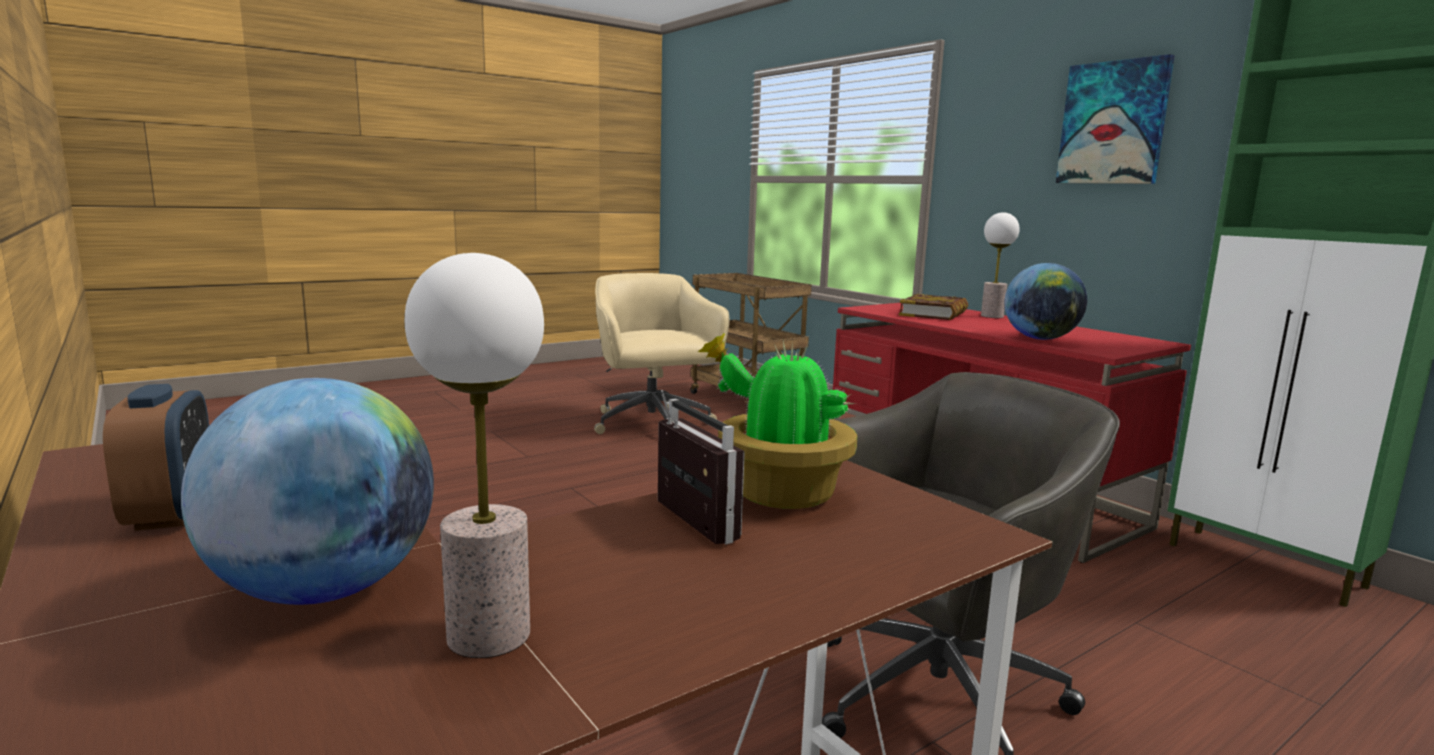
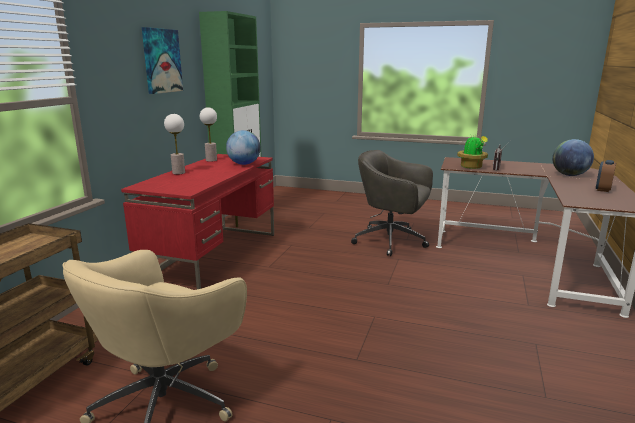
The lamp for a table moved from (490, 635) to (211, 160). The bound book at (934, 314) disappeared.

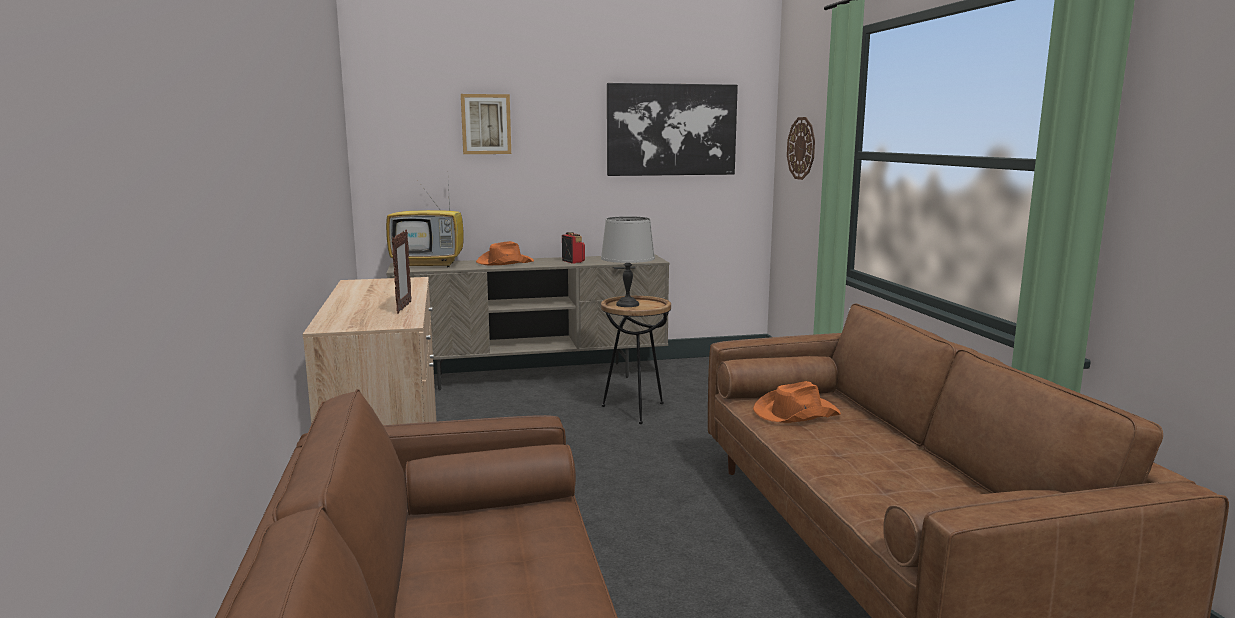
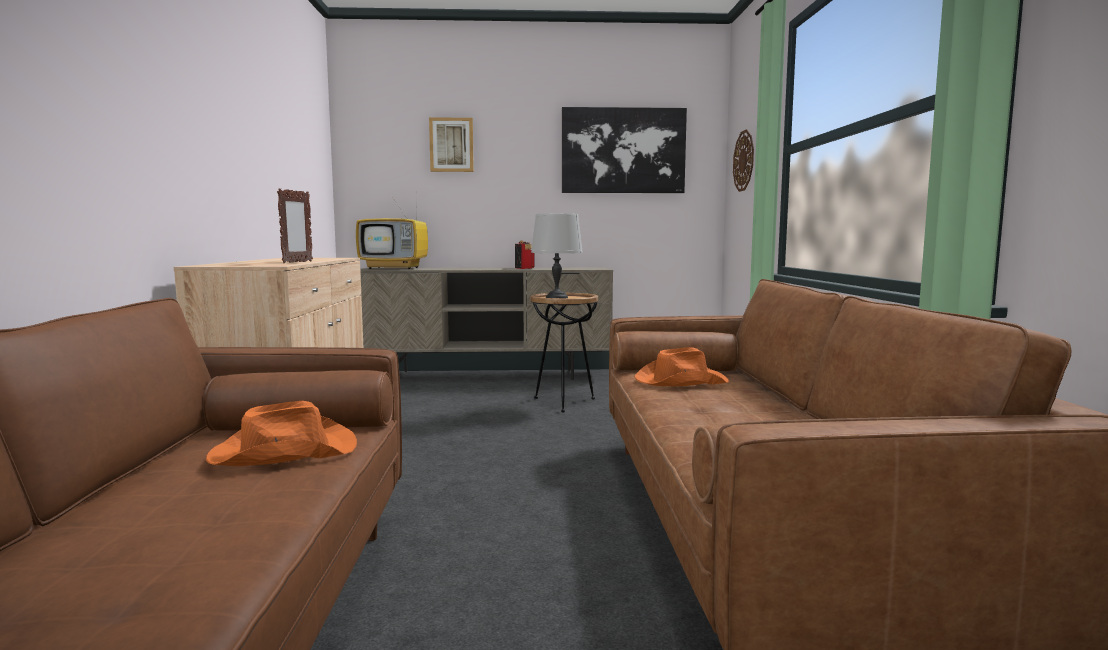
The orange-coloured hat moved from (504, 262) to (283, 452).

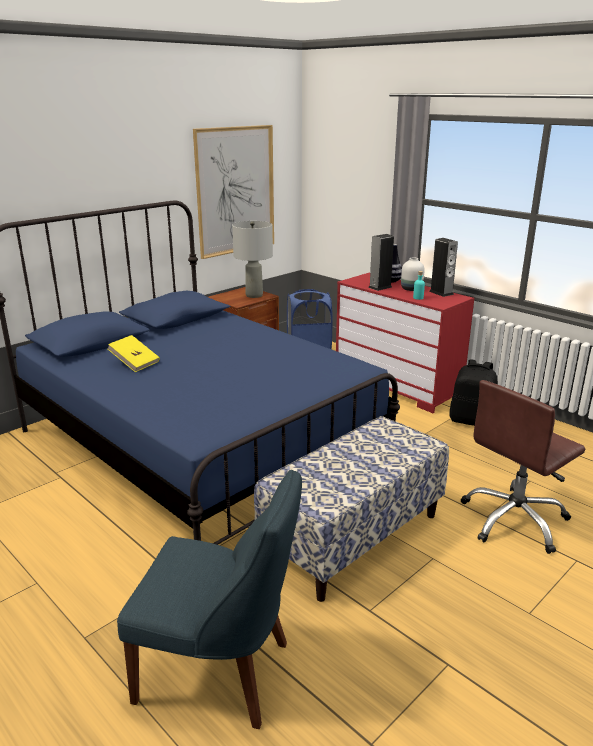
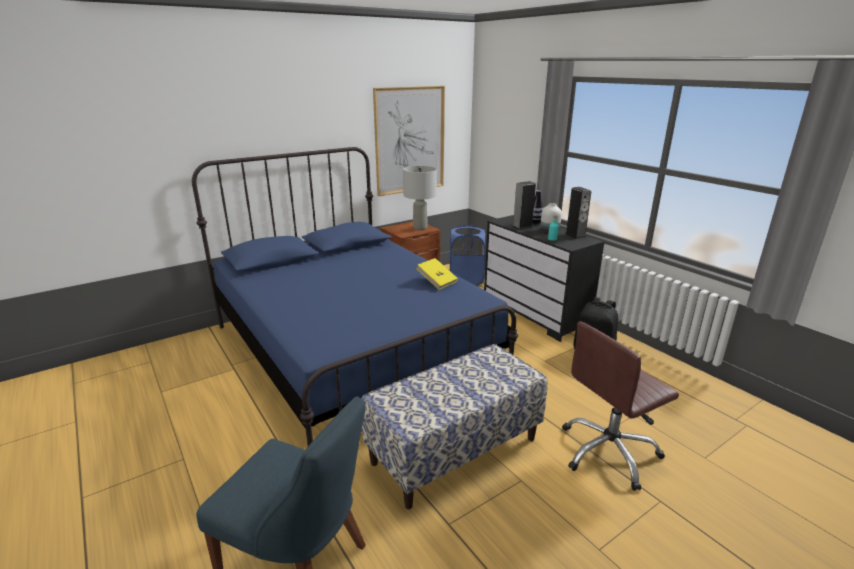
The yellowish bound book moved from (135, 363) to (437, 281). The reddish drawer chest at (397, 385) became the black-coloured drawer chest at (534, 313).

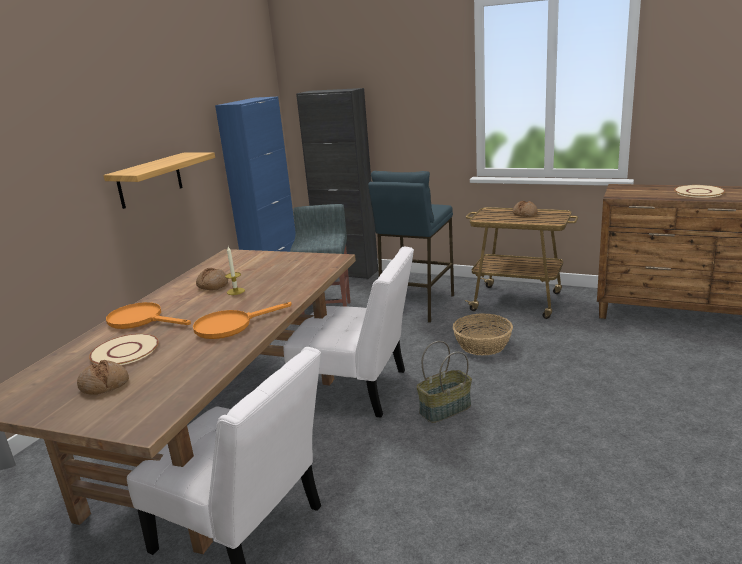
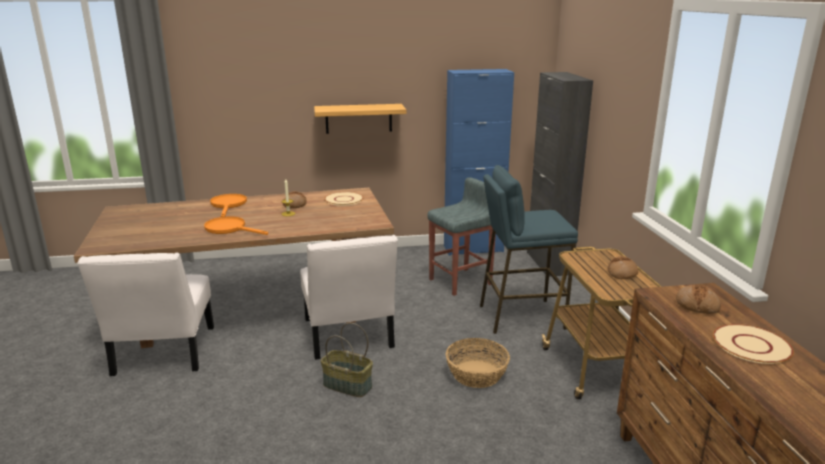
The sand-coloured plate moved from (125, 351) to (344, 199). The bread moved from (104, 384) to (697, 305).

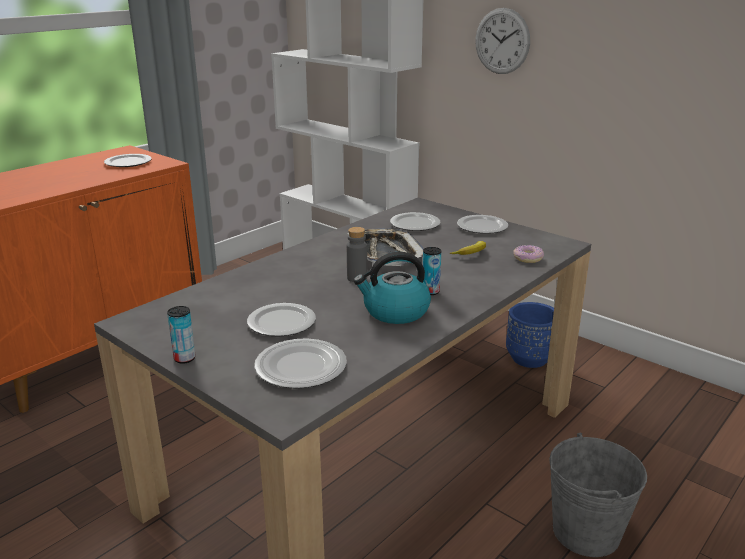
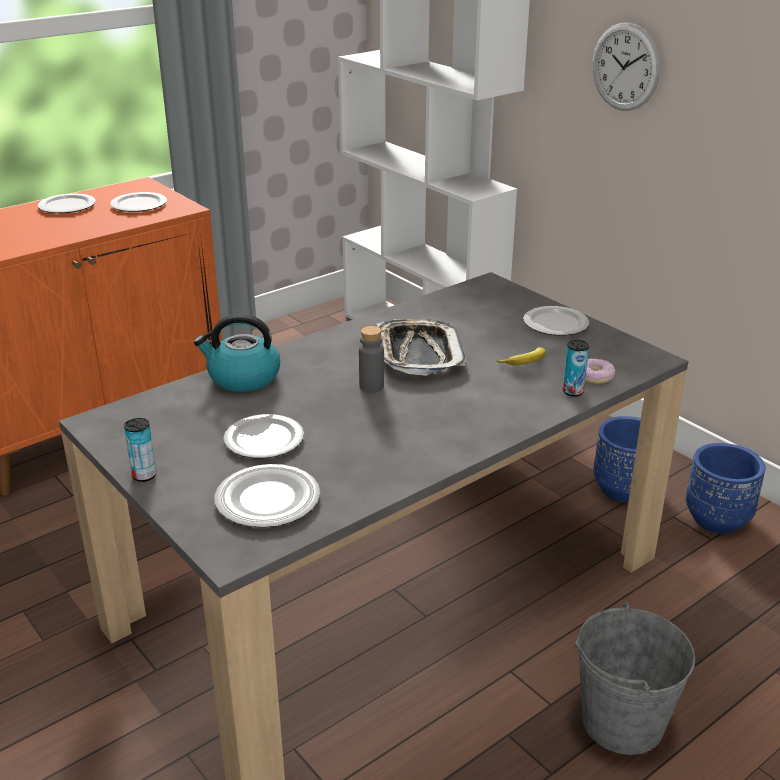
The plate moved from (414, 224) to (66, 206). The water kettle moved from (395, 312) to (242, 378). The sealed can moved from (430, 292) to (573, 392). The bluish flower pot at (717, 519) appeared.

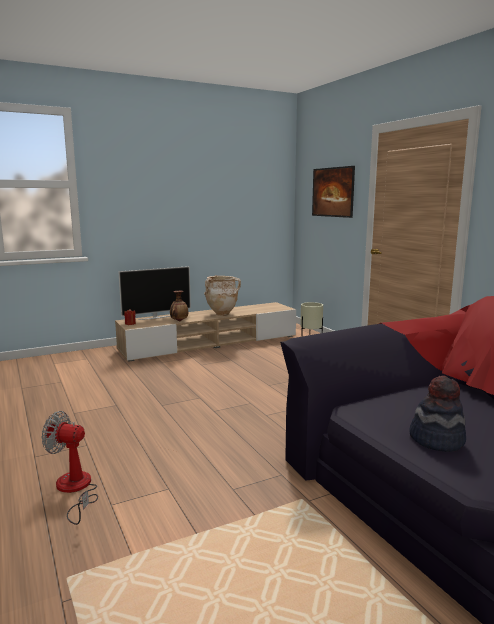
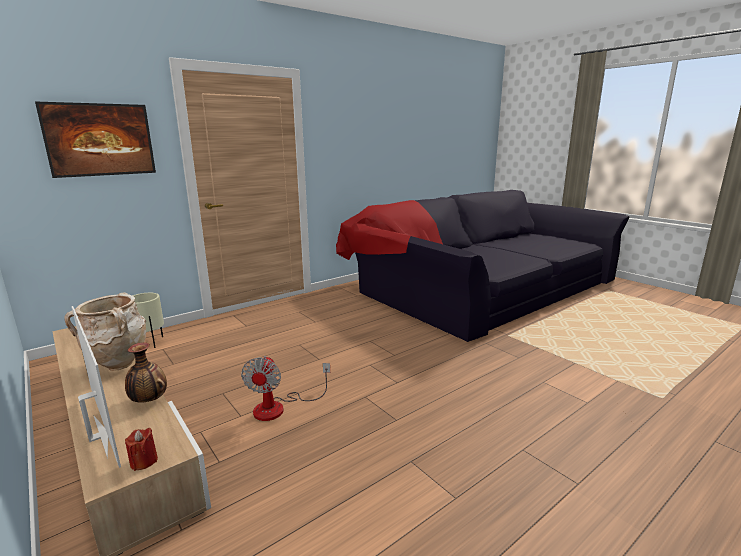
The electric fan moved from (75, 489) to (279, 407). The hat at (436, 440) disappeared.

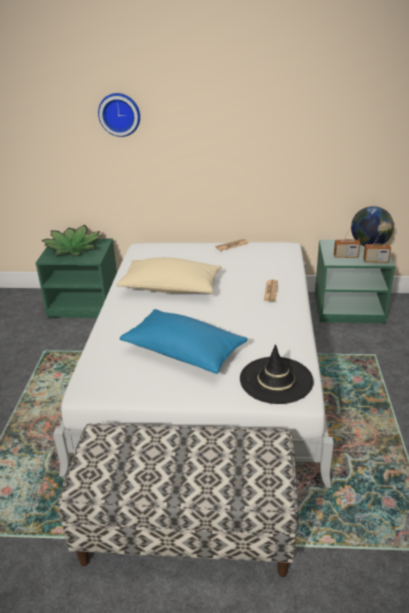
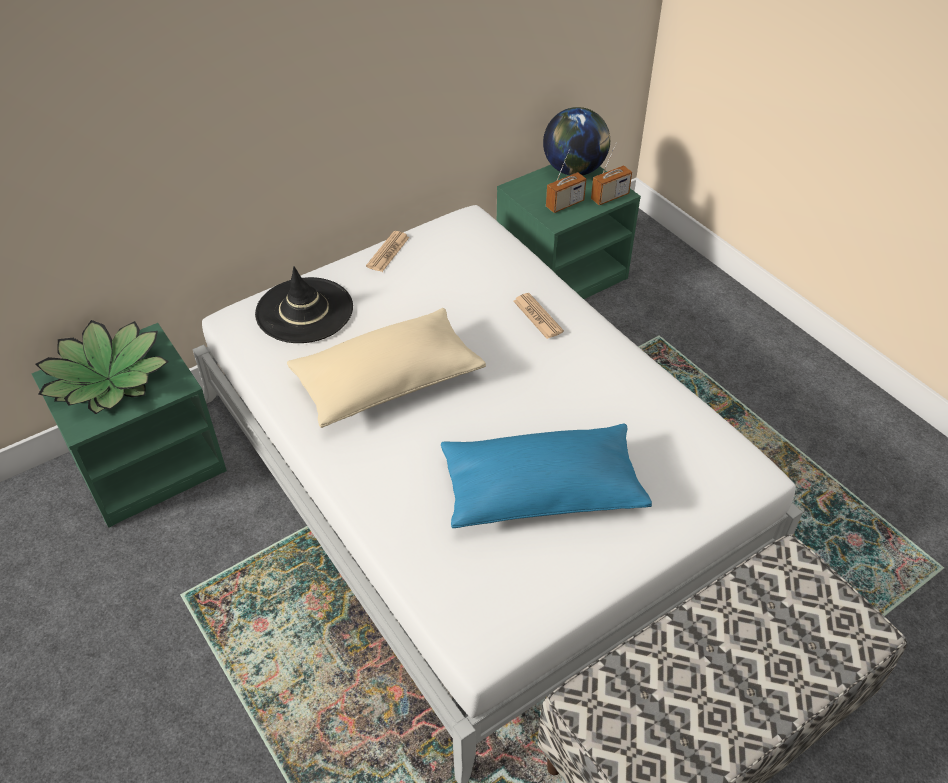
The black-coloured hat moved from (276, 380) to (304, 311). The clock on the wall at (120, 114) disappeared.

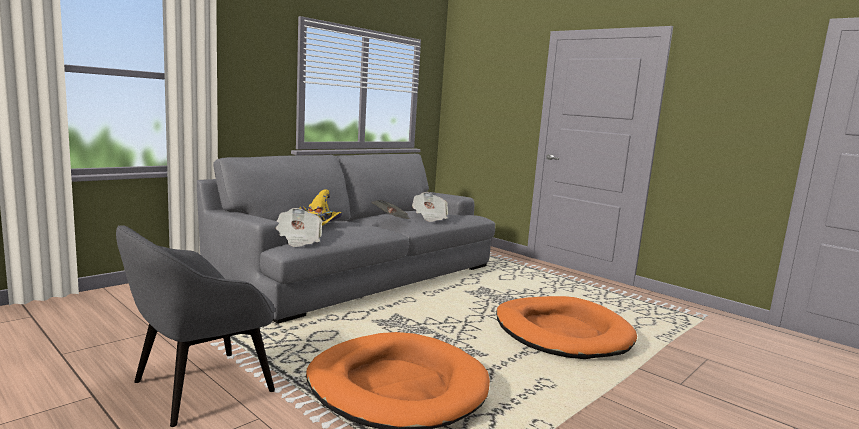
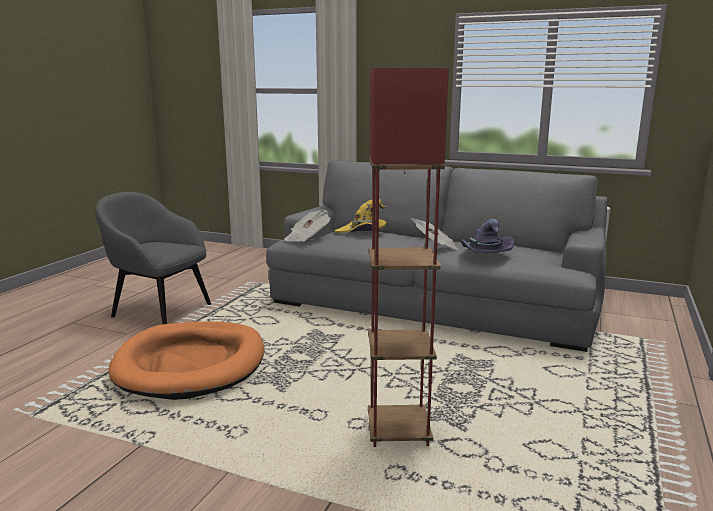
The orange-coloured dog bed at (562, 332) was replaced by the reddish floor lamp at (398, 431). The newspaper at (429, 217) was replaced by the purplish hat at (484, 254).

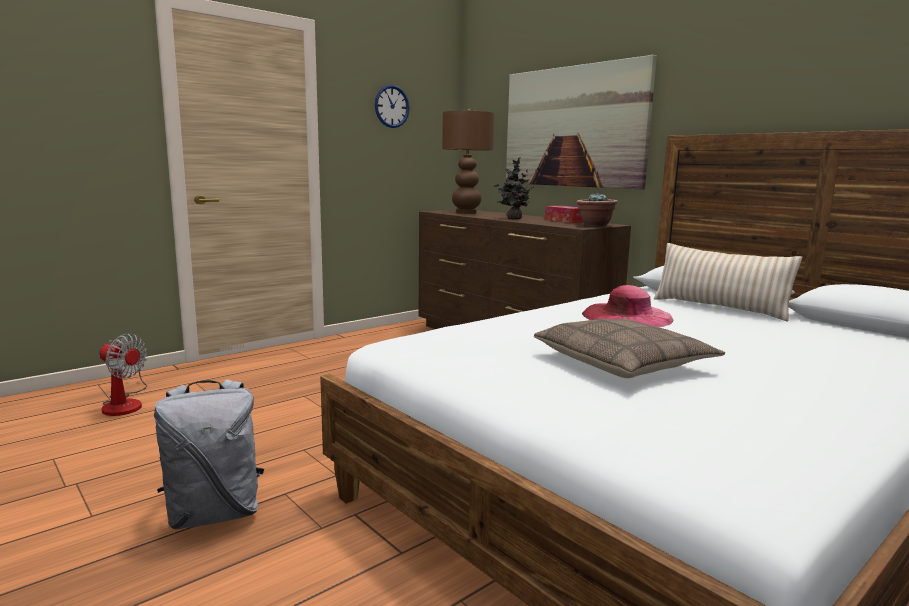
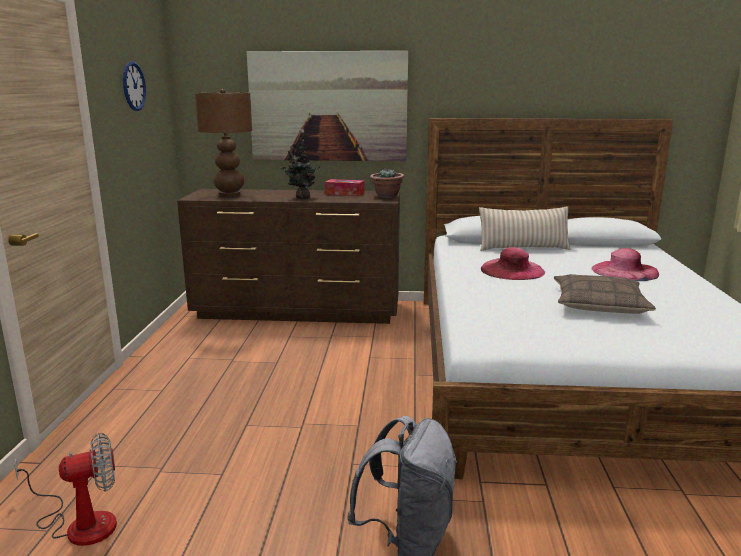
The pink hat at (625, 271) appeared.

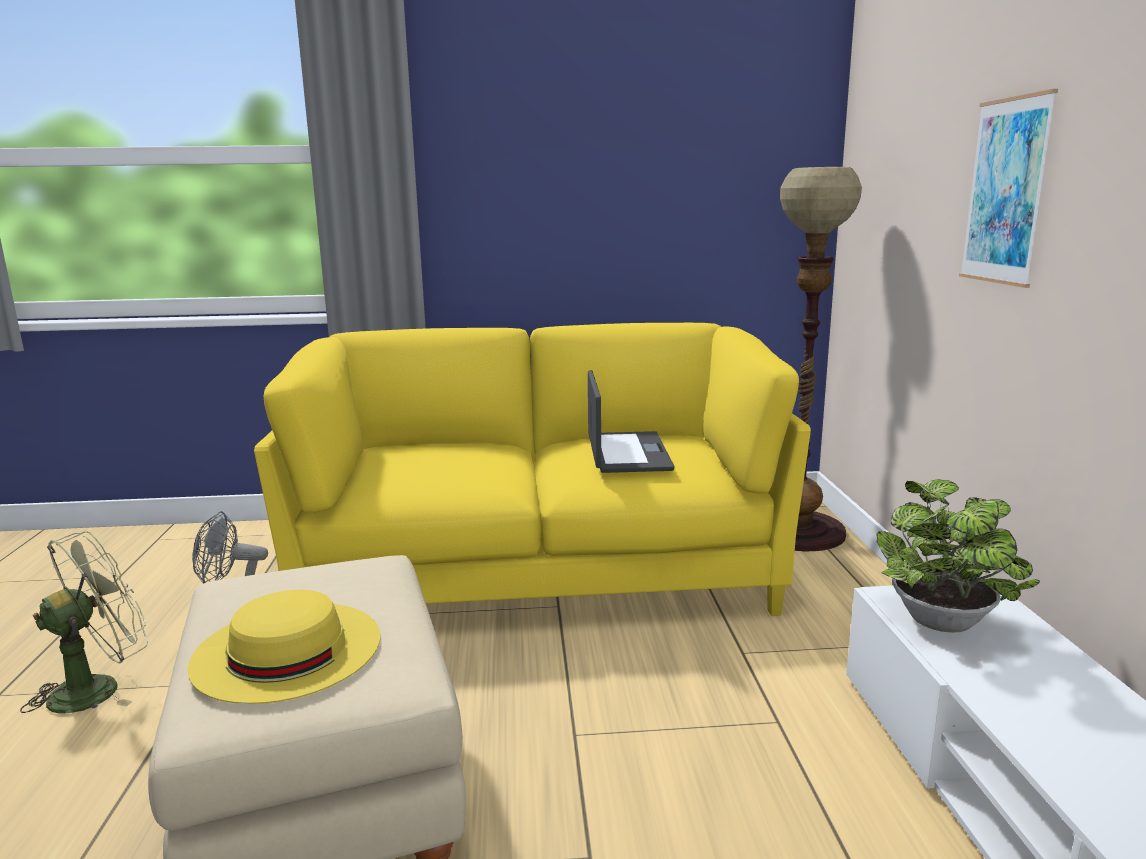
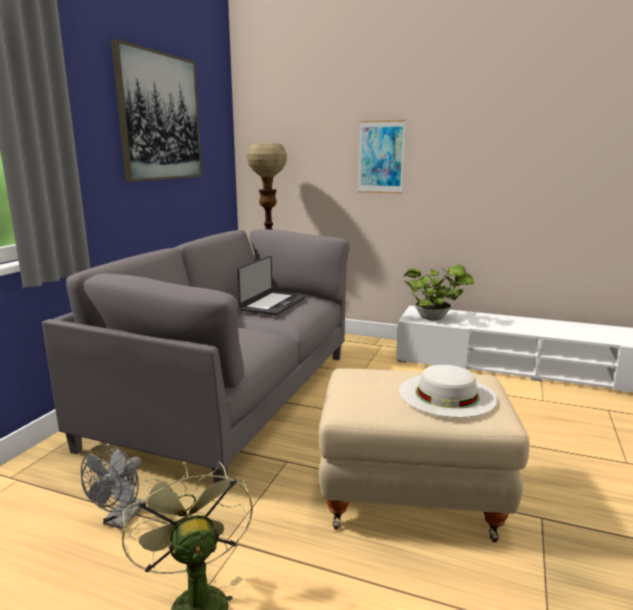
The yellowish settee at (539, 572) became the grey settee at (232, 397). The wall art at (160, 117) appeared. The notebook computer at (626, 453) turned 90 degrees clockwise. The yellowish hat at (287, 649) became the white-coloured hat at (447, 394).

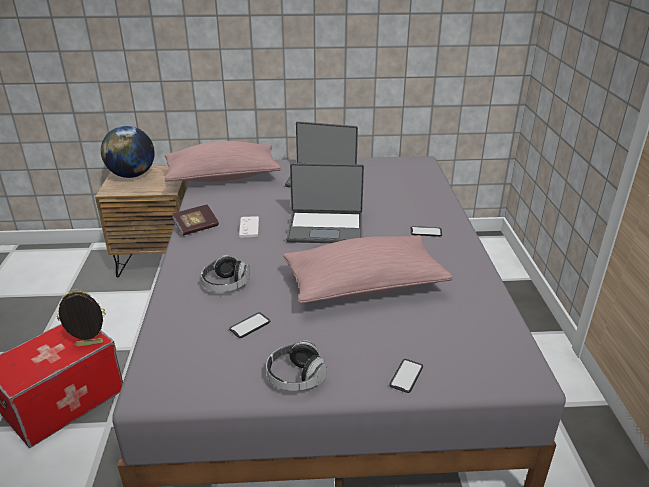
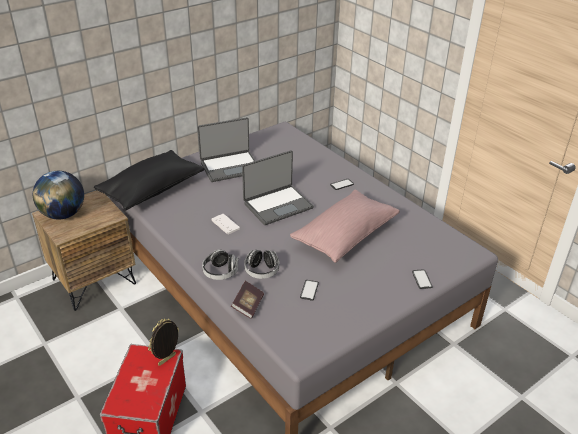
The pink throw pillow at (223, 177) became the black-coloured throw pillow at (152, 190). The headphones moved from (296, 377) to (220, 272). The bound book moved from (196, 227) to (248, 305).

